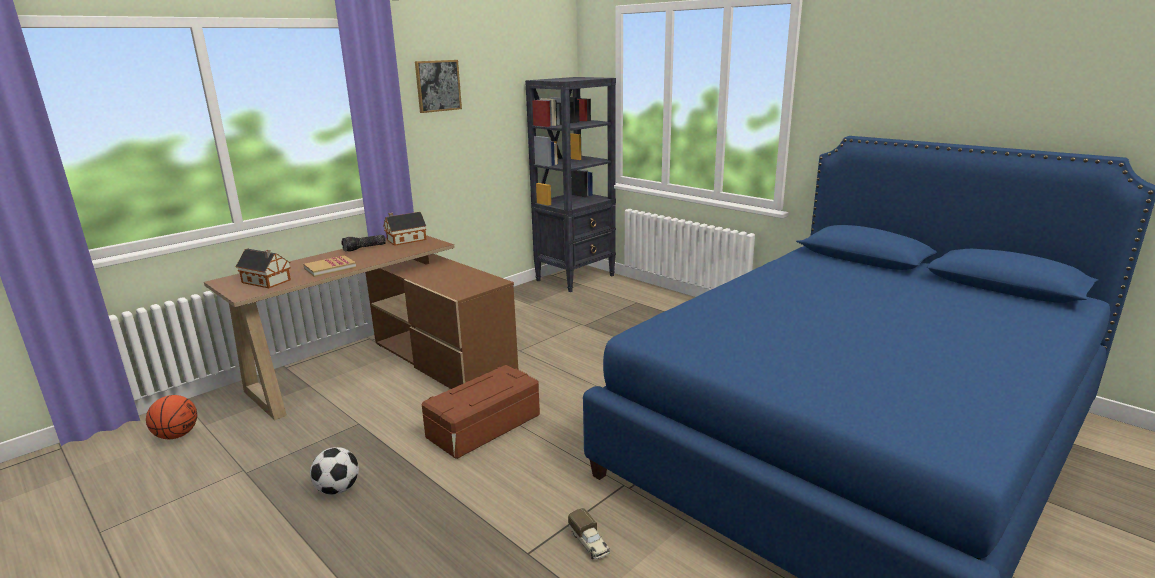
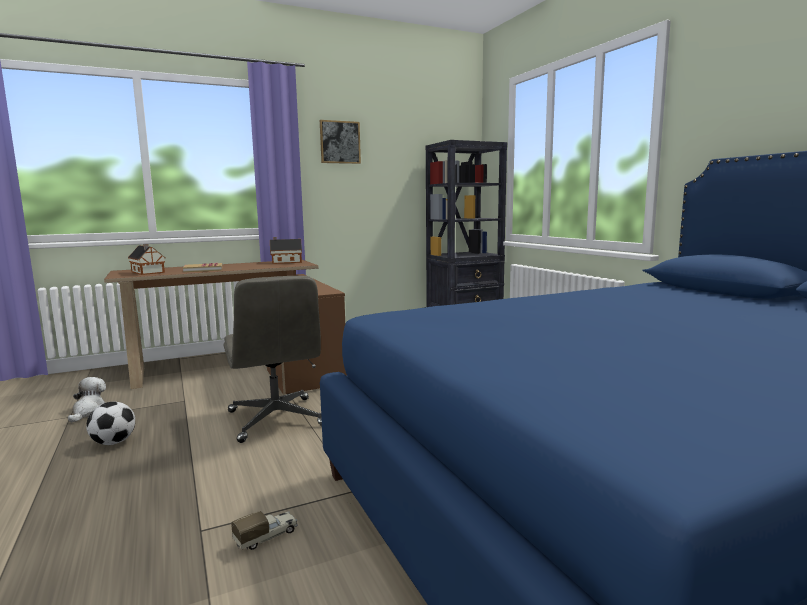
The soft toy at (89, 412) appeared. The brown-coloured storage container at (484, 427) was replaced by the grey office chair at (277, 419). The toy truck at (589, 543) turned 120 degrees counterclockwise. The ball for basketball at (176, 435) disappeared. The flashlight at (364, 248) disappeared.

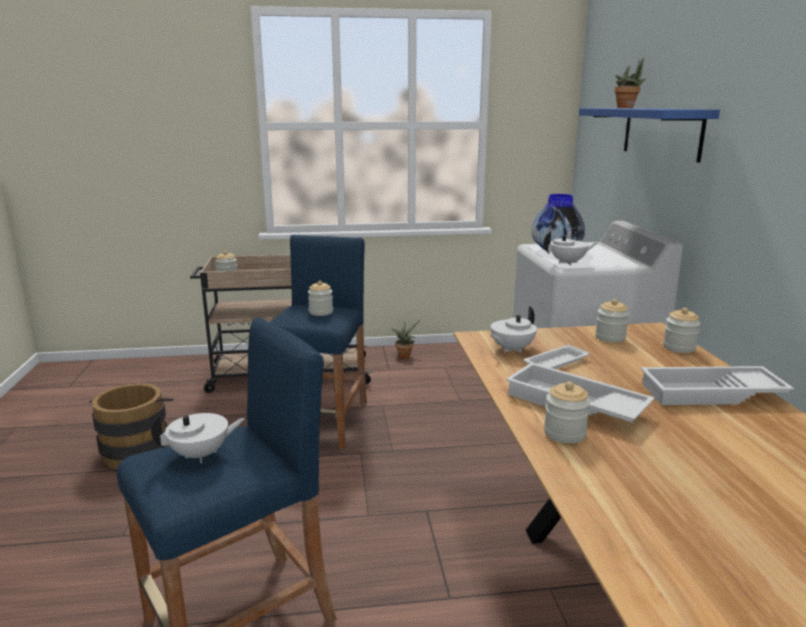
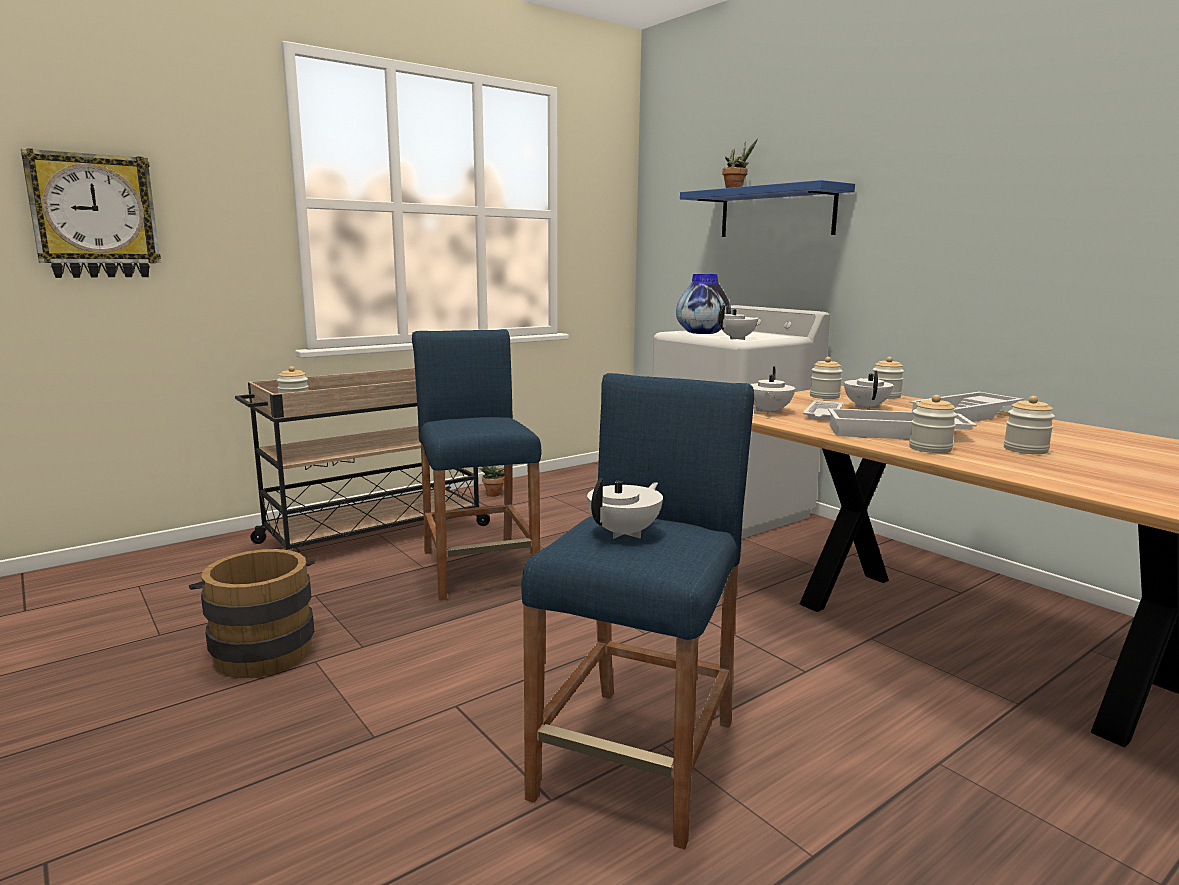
The clock on the wall at (94, 216) appeared. The white-coloured teapot at (866, 407) appeared. The preserve jar moved from (321, 312) to (1025, 450).

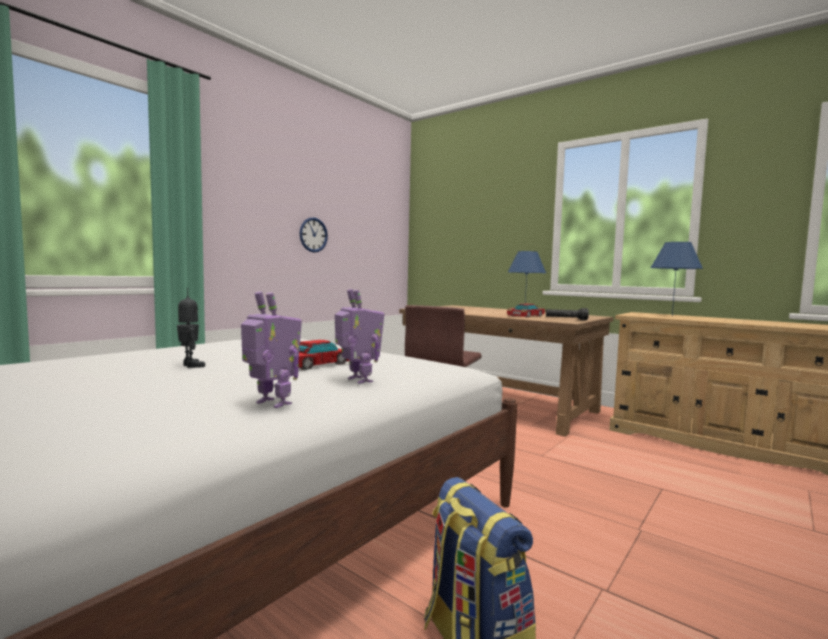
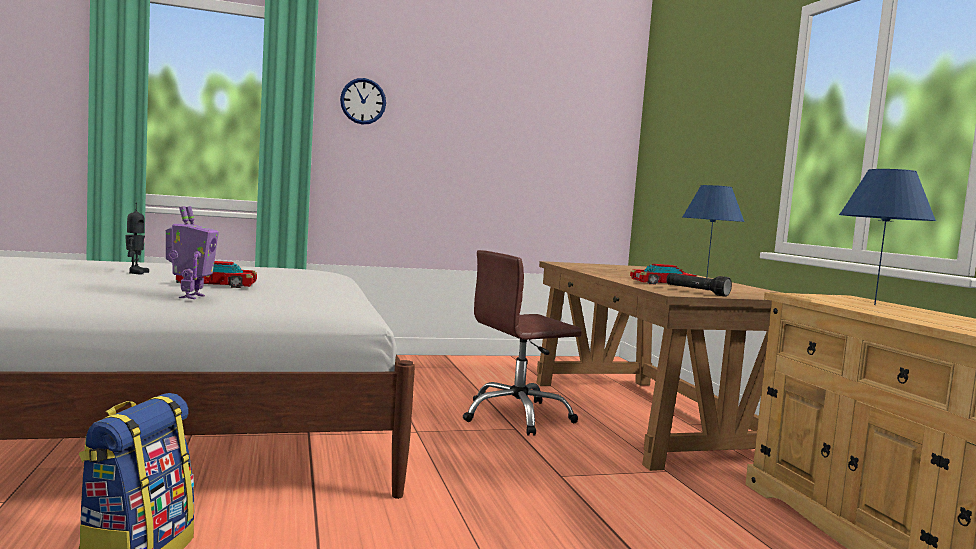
The clock on the wall moved from (313, 235) to (363, 101). The toy robot at (272, 403) disappeared.

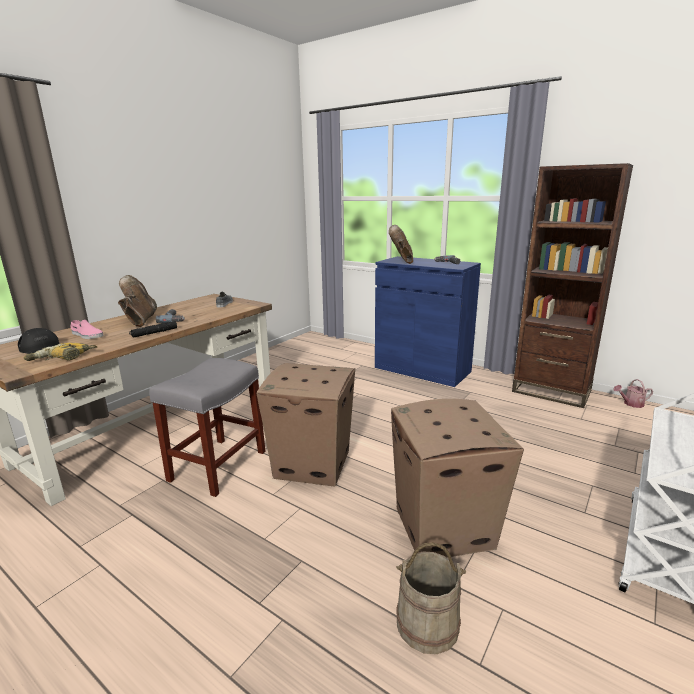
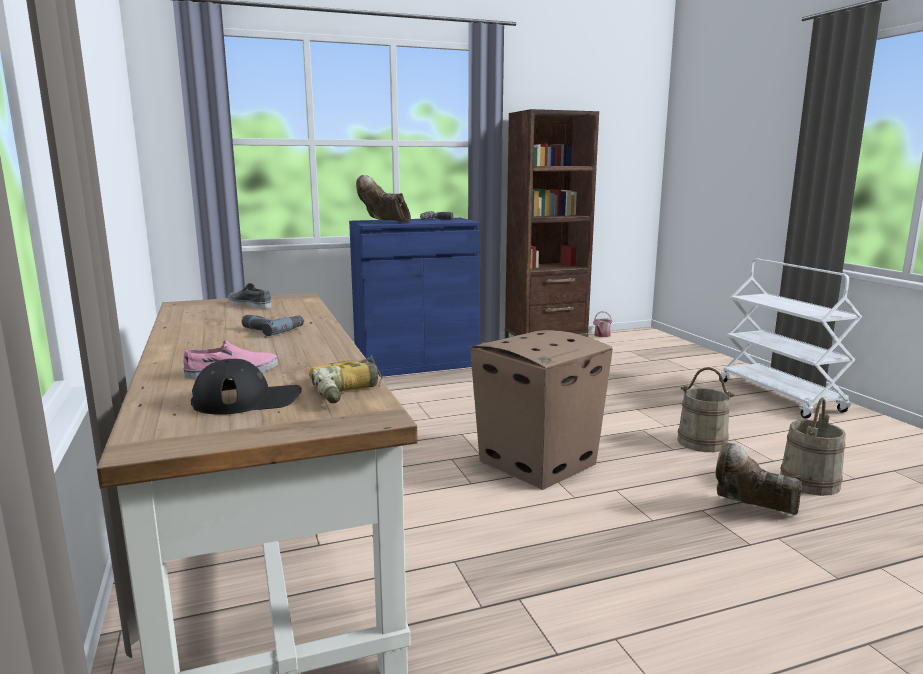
The carton at (444, 527) was replaced by the sand-coloured bucket at (702, 442). The brown-coloured tall boot moved from (139, 320) to (751, 510). The black-coloured flashlight at (154, 333) disappeared. The grey stool at (217, 466) disappeared.

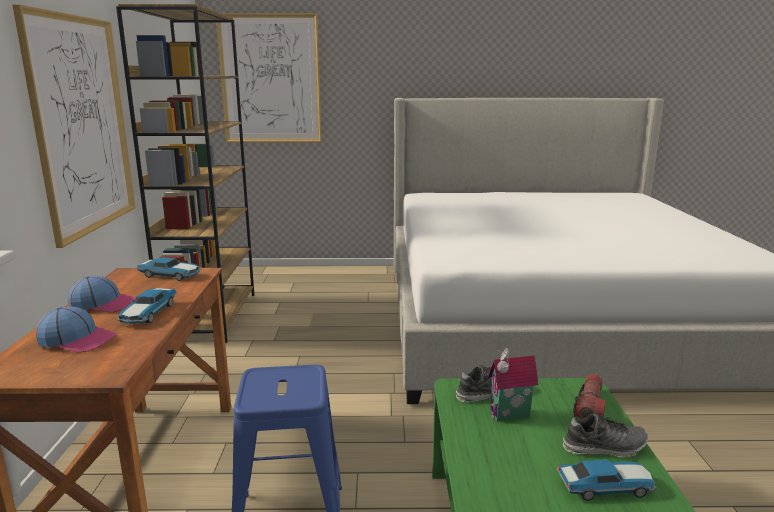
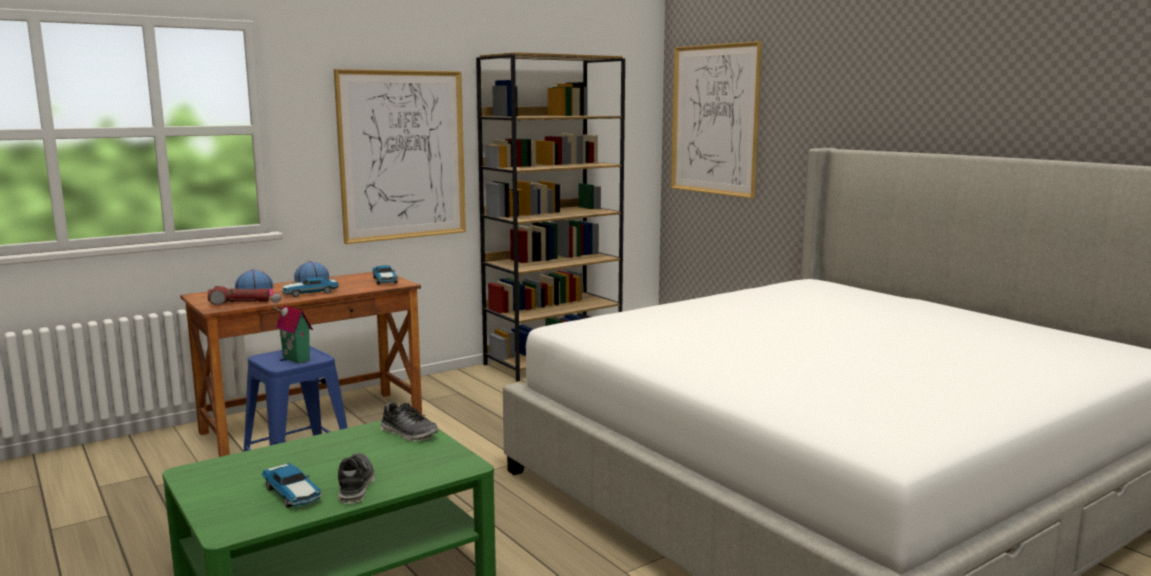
The flashlight moved from (590, 406) to (239, 303). The miniature house moved from (510, 416) to (294, 359). The item of footwear at (604, 447) turned 150 degrees counterclockwise.

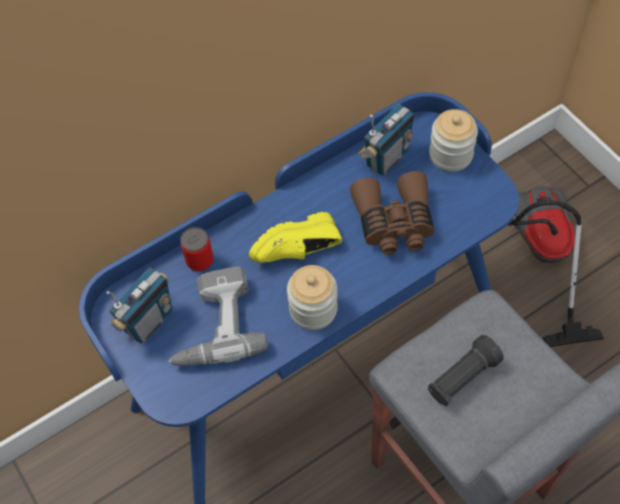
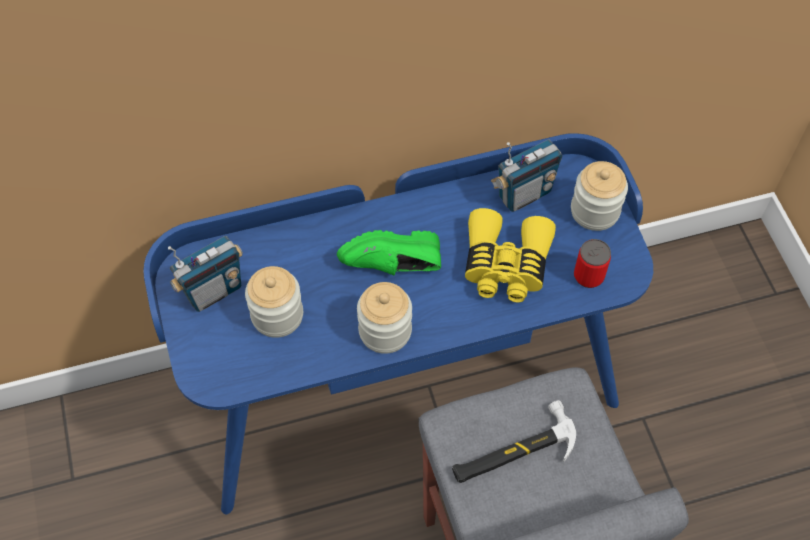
The power drill at (213, 325) was replaced by the preserve jar at (277, 315). The yellowish item of footwear at (299, 252) became the green item of footwear at (393, 267). The black-coloured flashlight at (462, 378) was replaced by the tool hammer at (513, 451). The brown-coloured pair of binoculars at (394, 222) became the yellowish pair of binoculars at (505, 265). The sealed can moved from (200, 260) to (588, 276). The vacuum at (540, 257) disappeared.

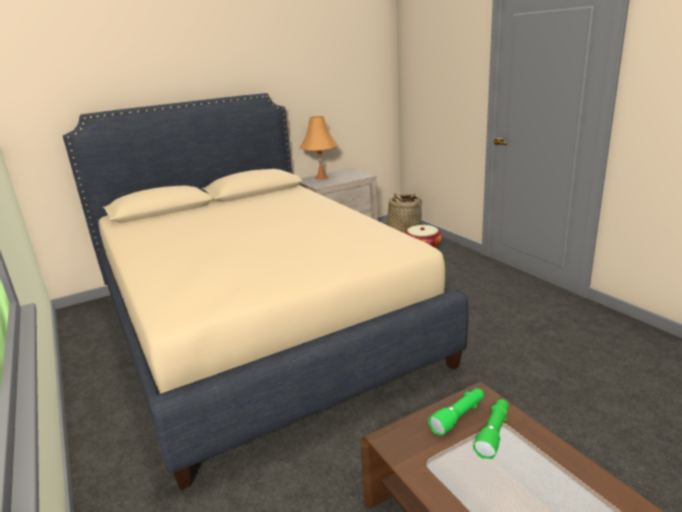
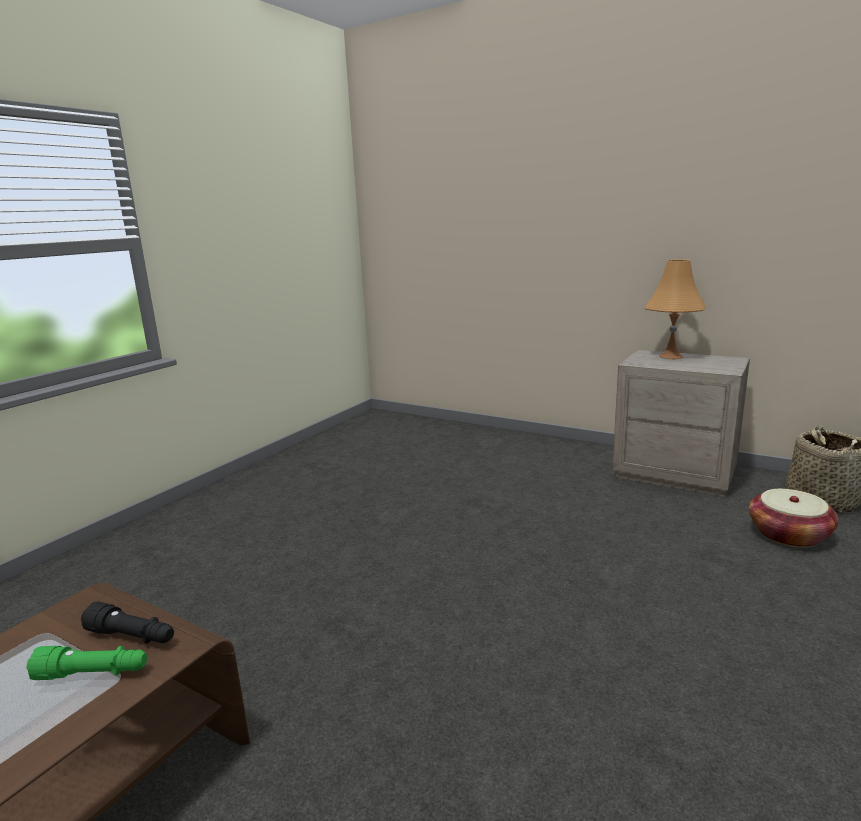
The green flashlight at (458, 416) became the black-coloured flashlight at (132, 637). The sand-coloured bedroom bed at (258, 326) disappeared.

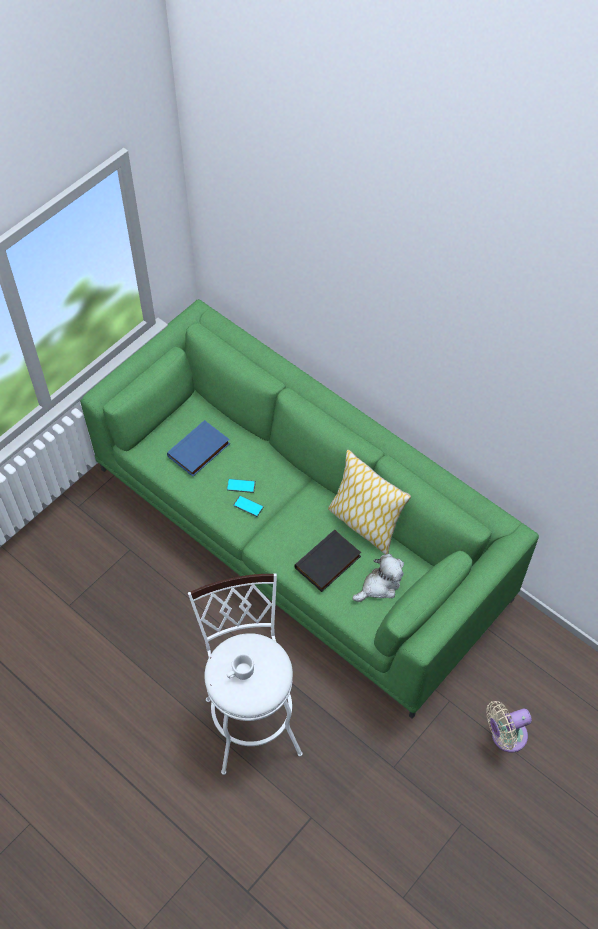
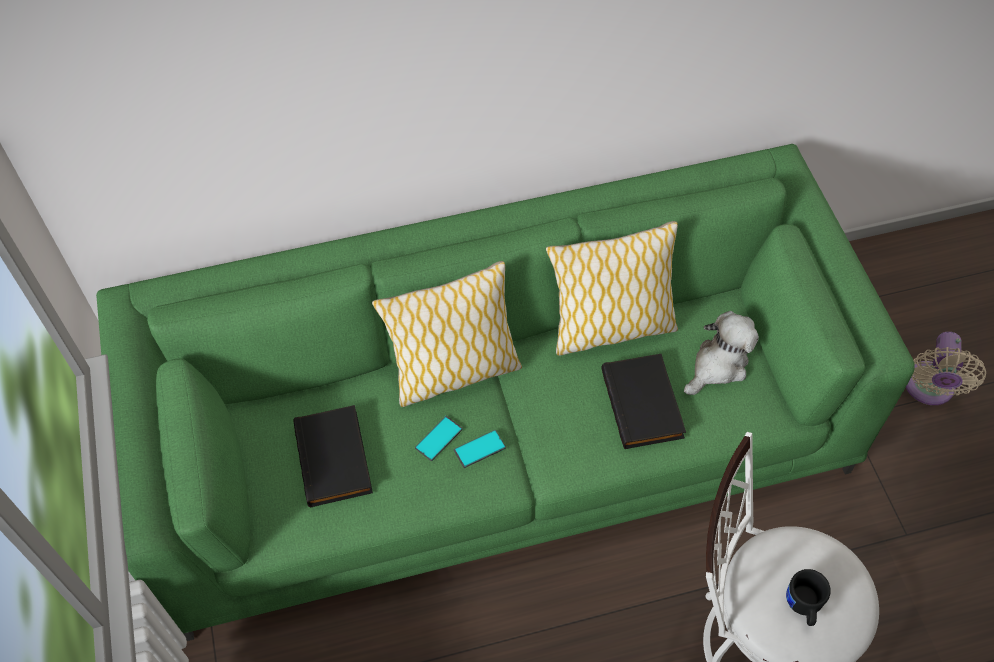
The bluish bound book at (199, 451) became the black-coloured bound book at (336, 458). The throw pillow at (454, 372) appeared. The soft toy at (380, 585) turned 45 degrees clockwise. The white-coloured coffee mug at (240, 673) became the black-coloured coffee mug at (803, 606).

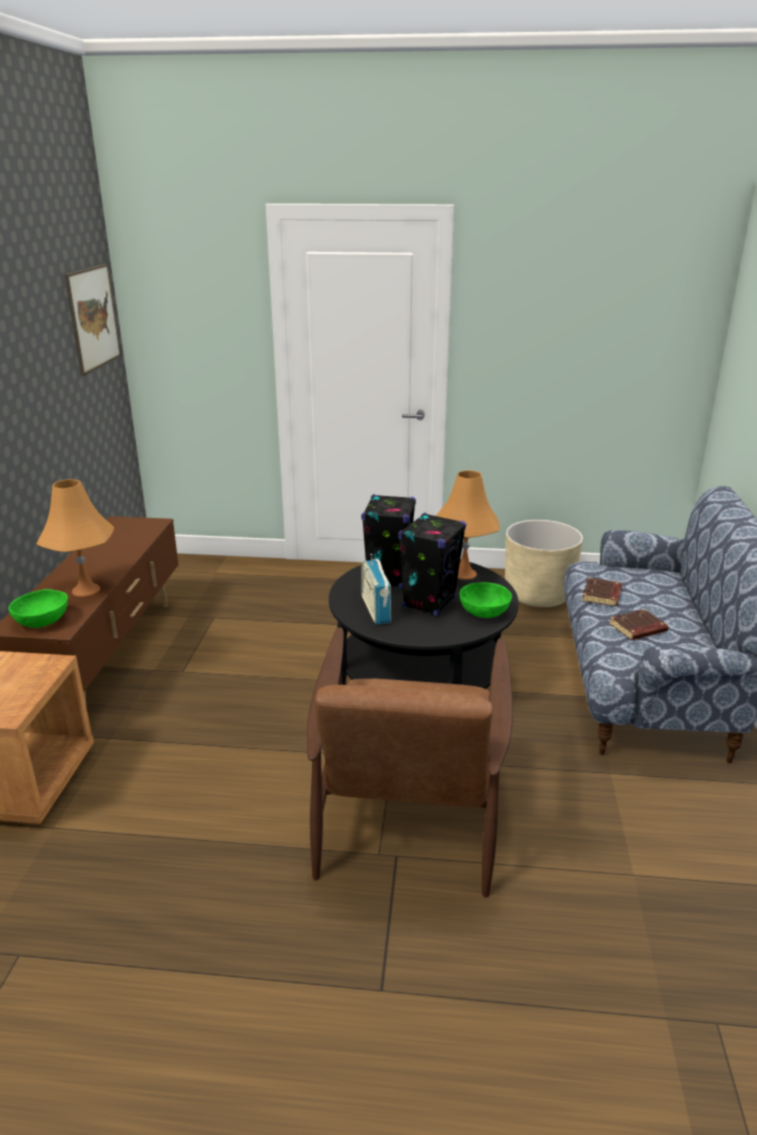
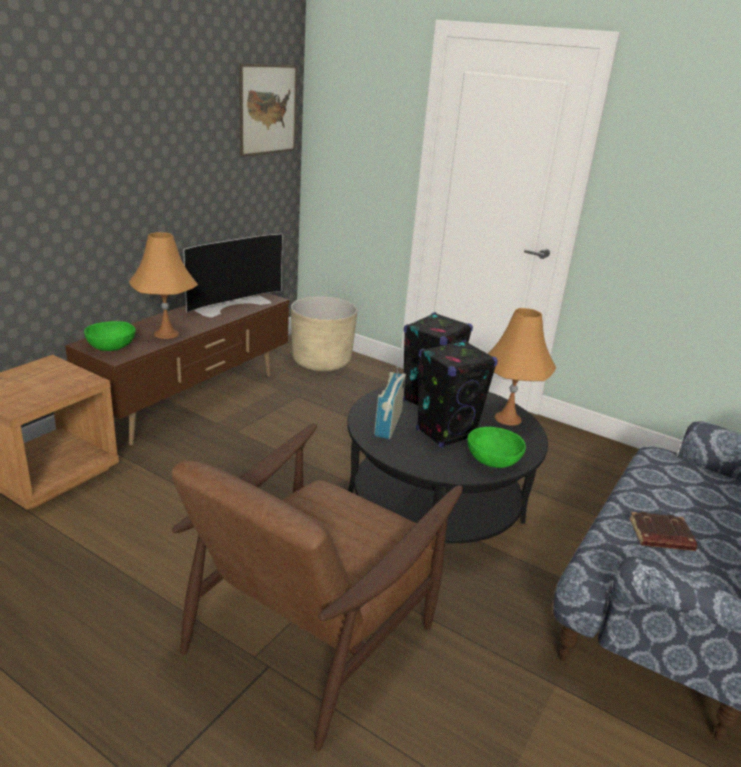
The TV set at (232, 304) appeared. The sand-coloured flower pot moved from (538, 594) to (321, 361). The brown-coloured bound book at (602, 596) disappeared.

